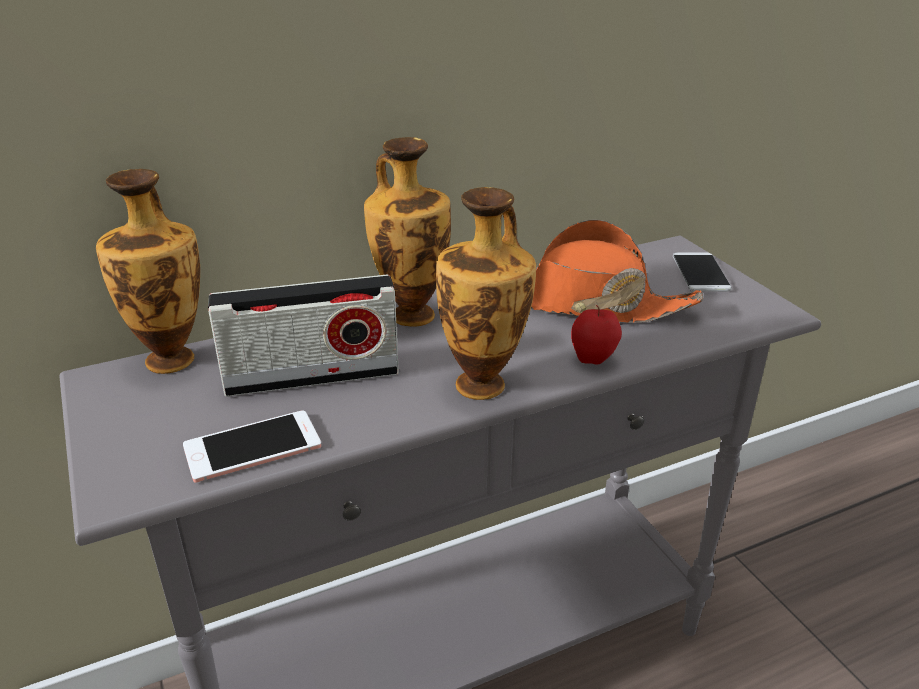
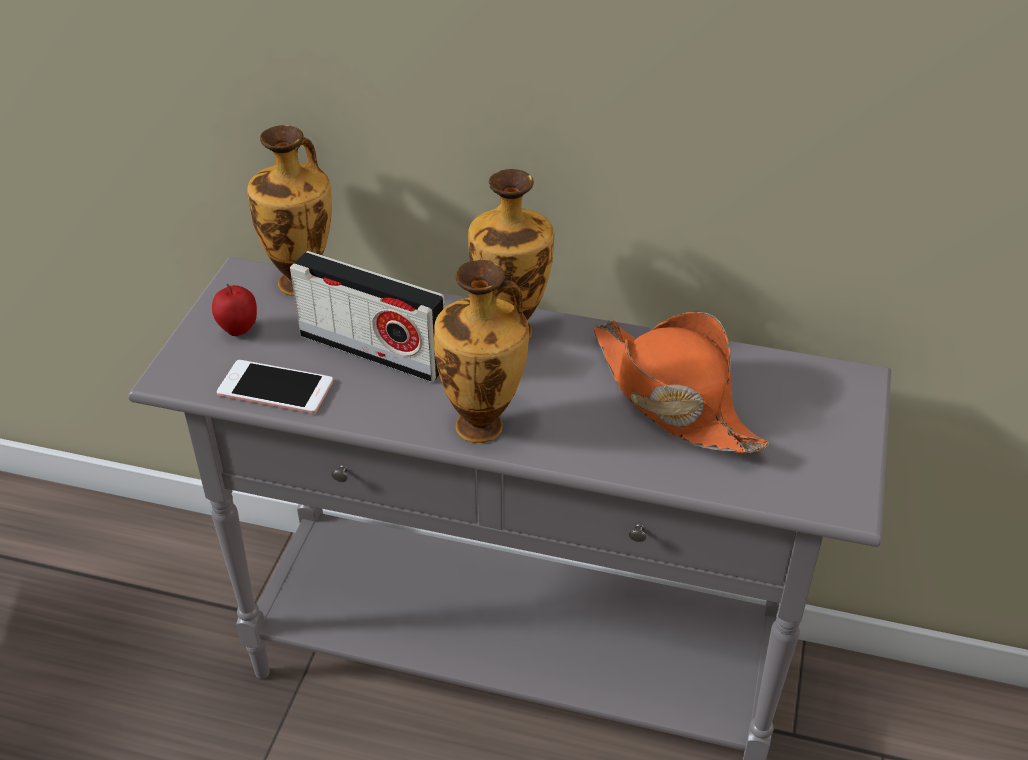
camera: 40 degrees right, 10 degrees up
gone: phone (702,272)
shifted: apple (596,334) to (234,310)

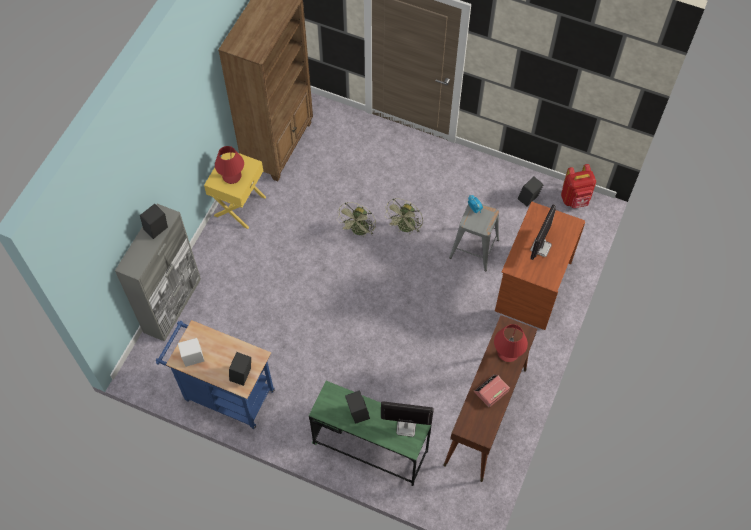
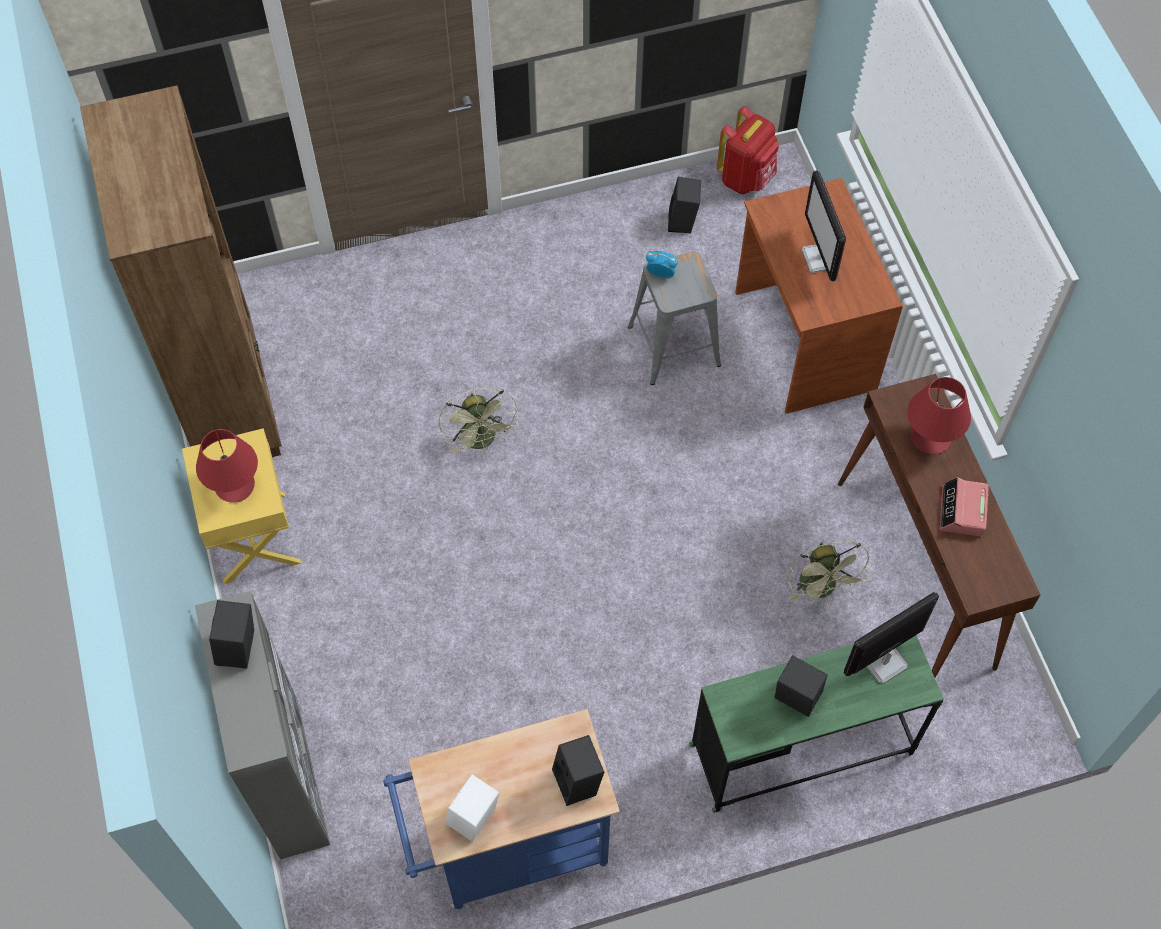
camera: 40 degrees left, 0 degrees up
shifted: green fan (403,216) to (829,572)

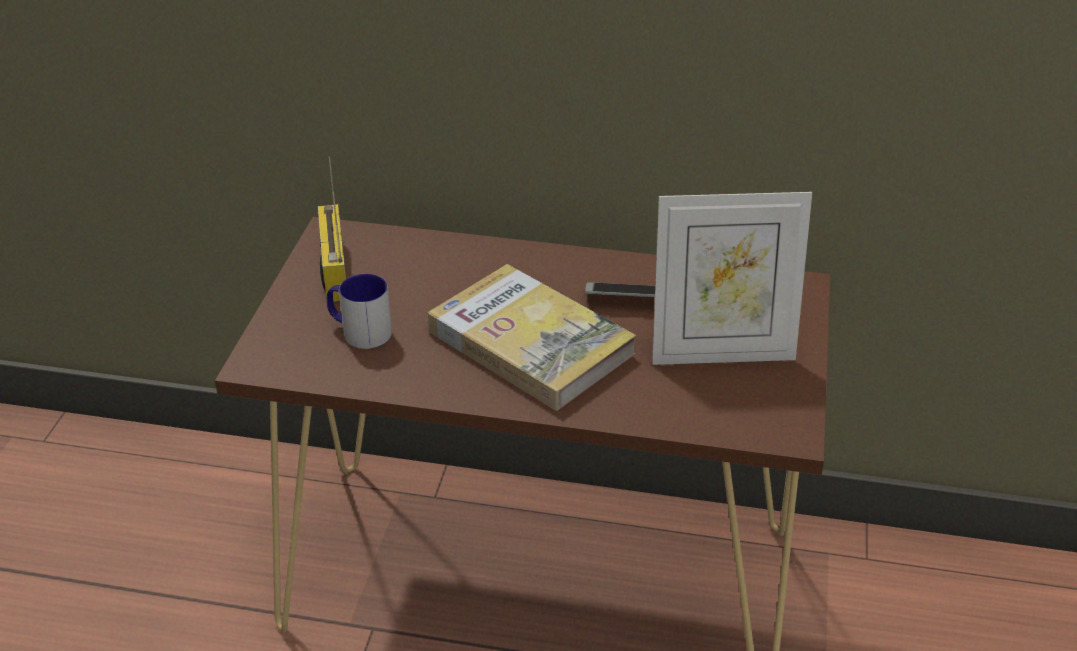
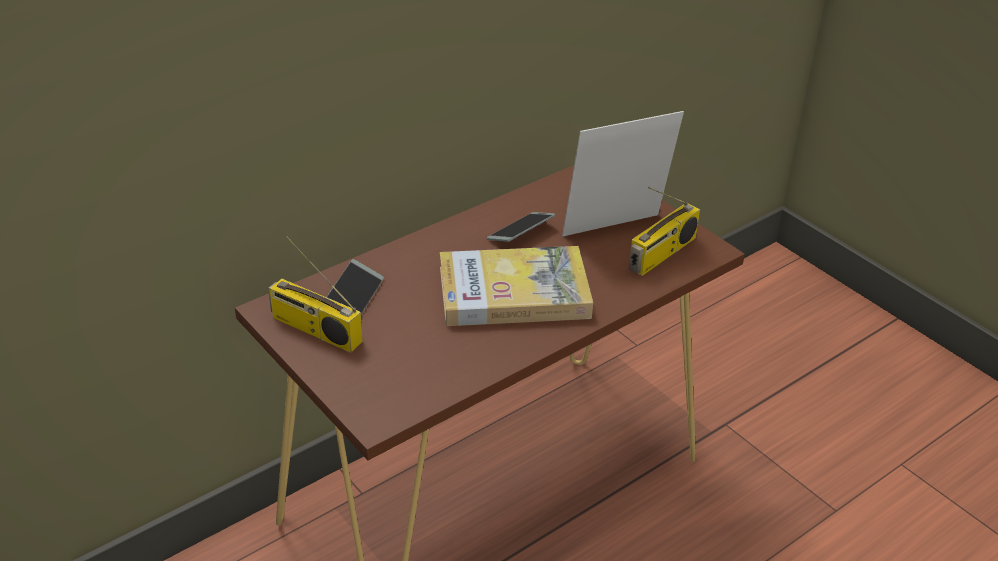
camera: 50 degrees left, 0 degrees up
gone: mug (359,311)
new: phone (355,286); radio (664,231)
rotated: picture frame (732,278) = (623,173) 150 degrees counterclockwise

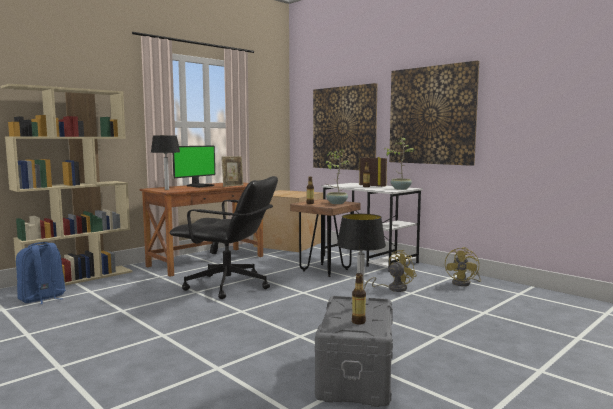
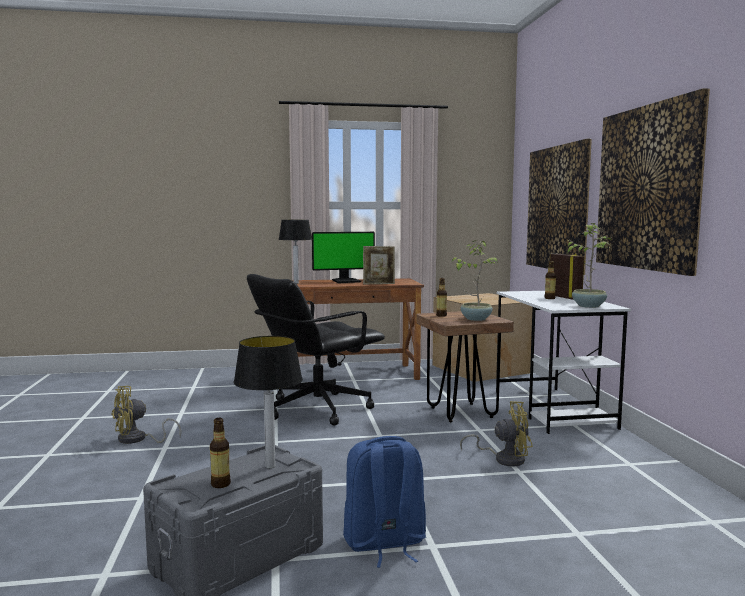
camera: 35 degrees right, 0 degrees up
gone: beige bookcase (66,184)
shifted: blue backpack (41,273) to (384,502); yellow fan (463,266) to (146,415)
rotated: black office chair (224,237) = (316,350) 90 degrees clockwise

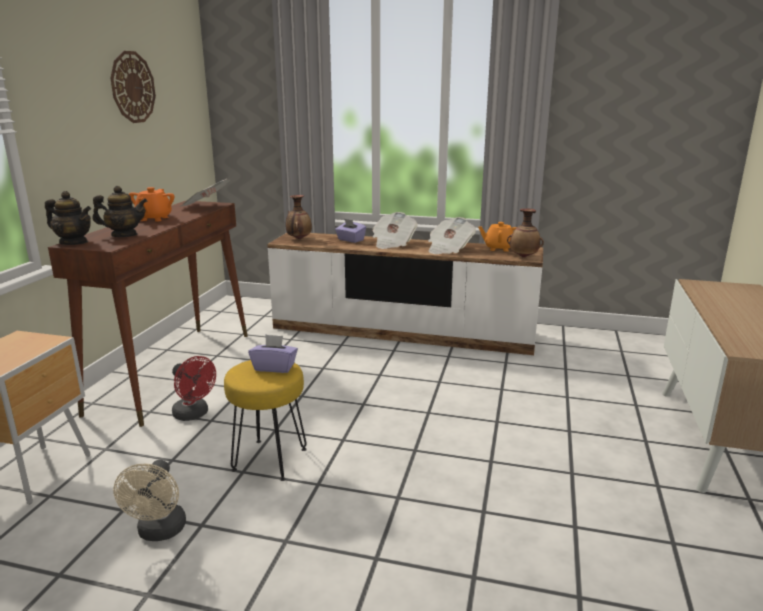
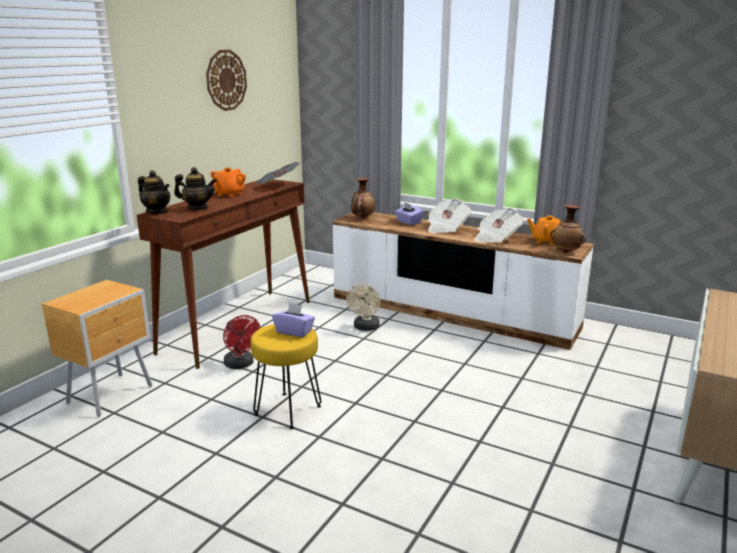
camera: 15 degrees right, 0 degrees up
shifted: beige fan (149,500) to (363,307)

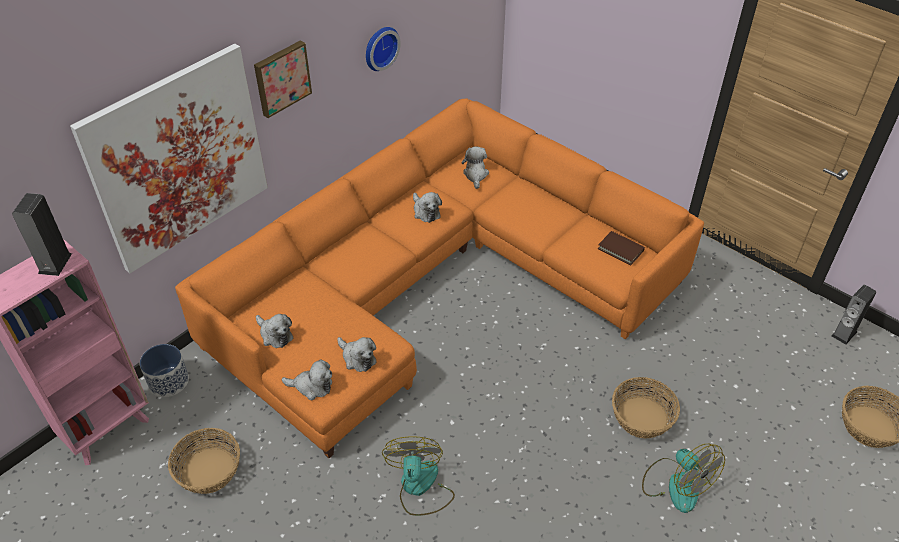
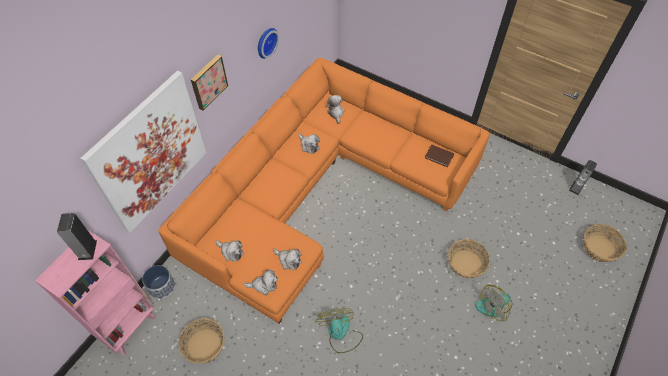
camera: 10 degrees left, 10 degrees up
rotated: fan (683,478) = (493,303) 105 degrees clockwise

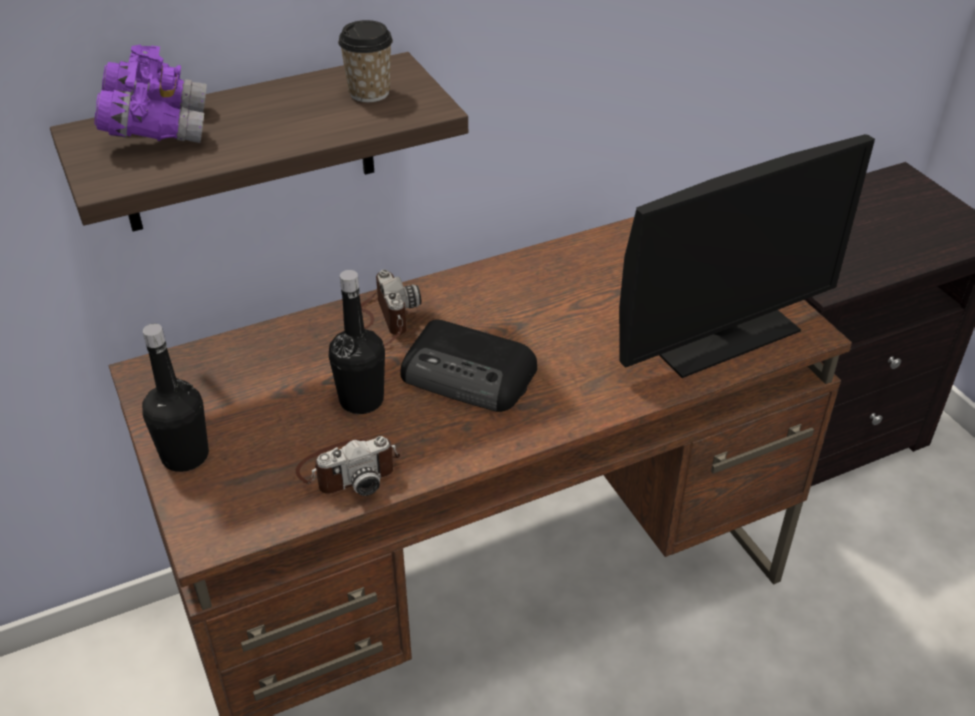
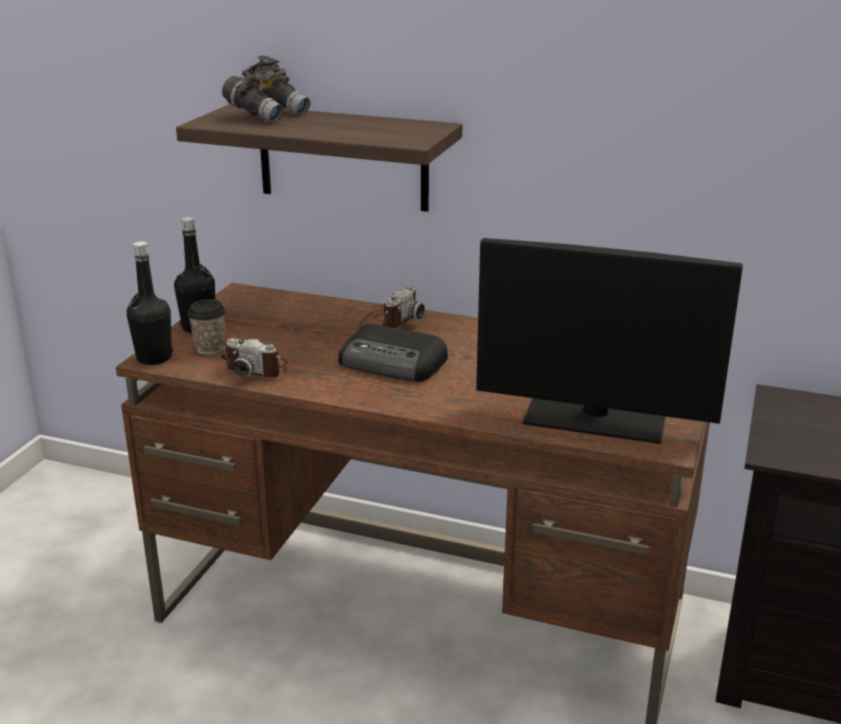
camera: 45 degrees right, 15 degrees down
shifted: black bottle (357,342) to (150,303); cup (365,61) to (206,327)
repainted: purple binoculars (150,93) to grey binoculars (266,89)
rotated: radio (469,365) = (393,352) 45 degrees counterclockwise

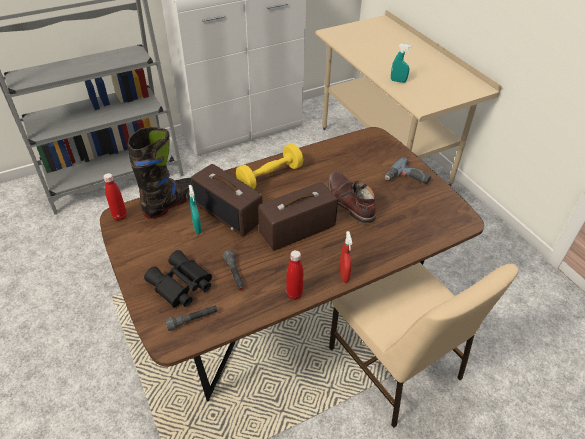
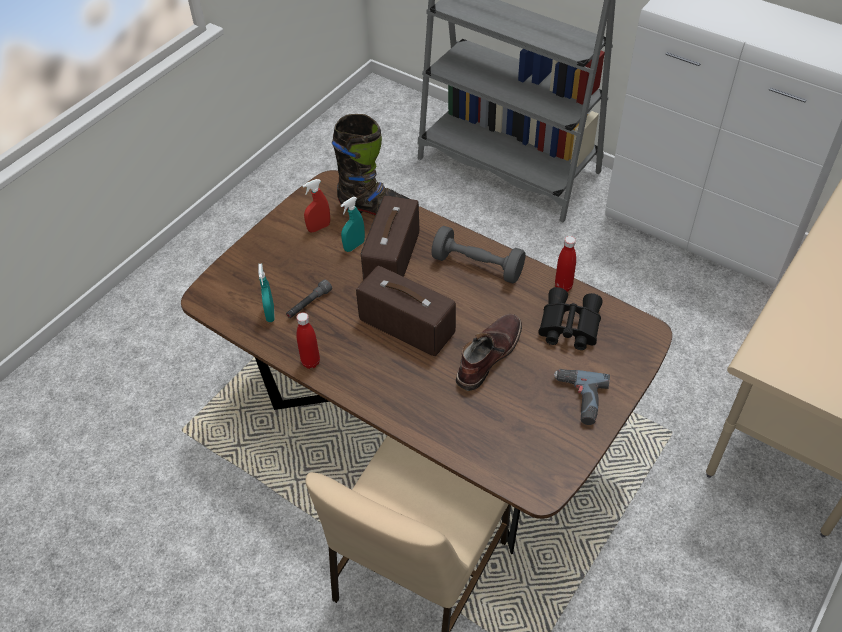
camera: 65 degrees right, 5 degrees up
gone: grey flashlight (191,318)
shifted: red bottle (115,197) to (565,264); black binoculars (178,279) to (570,318); red spray bottle (345,257) to (316,205); turquoise spray bottle (401,63) to (266,292)
repainted: yellow dumbbell (269,166) to grey dumbbell (478,255)

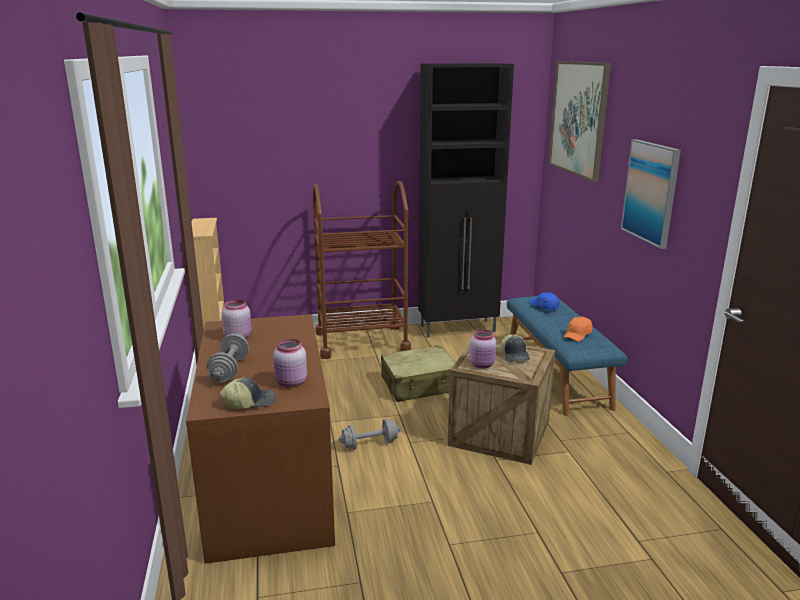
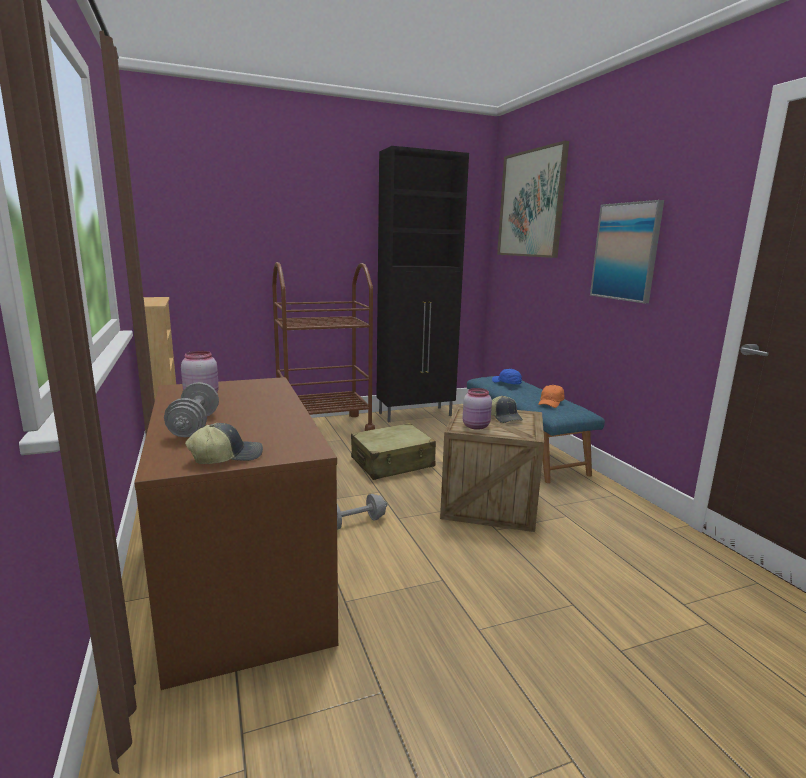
camera: 10 degrees left, 5 degrees down
gone: pink jar (290,363)

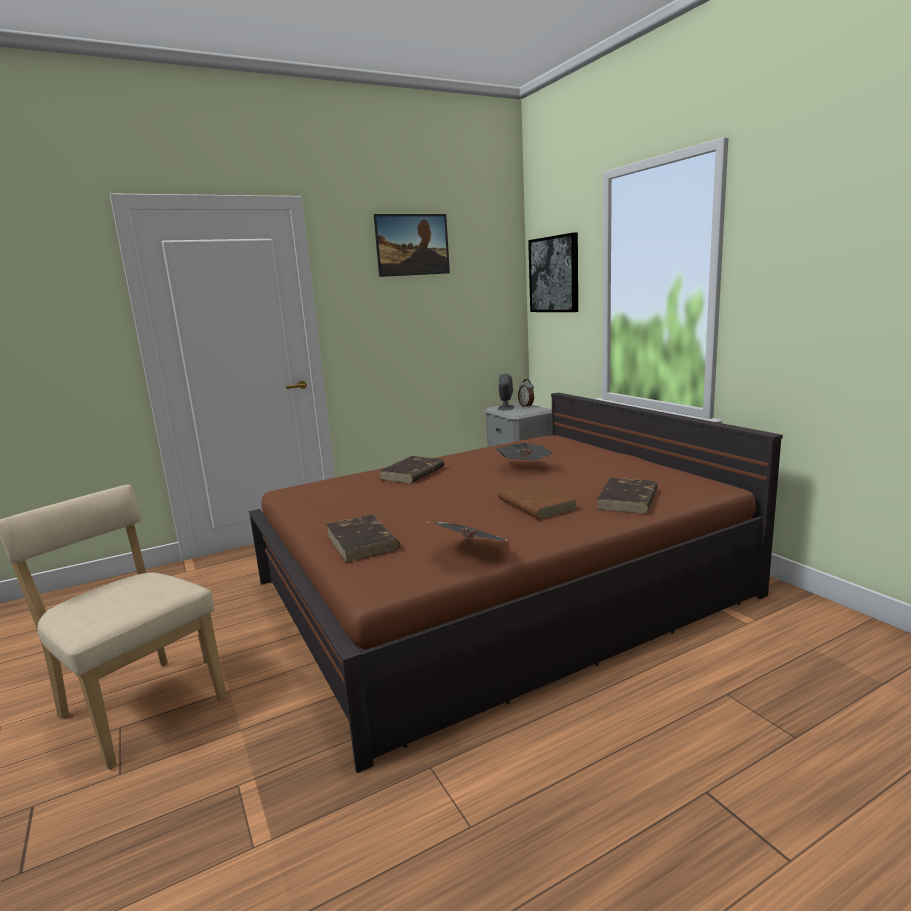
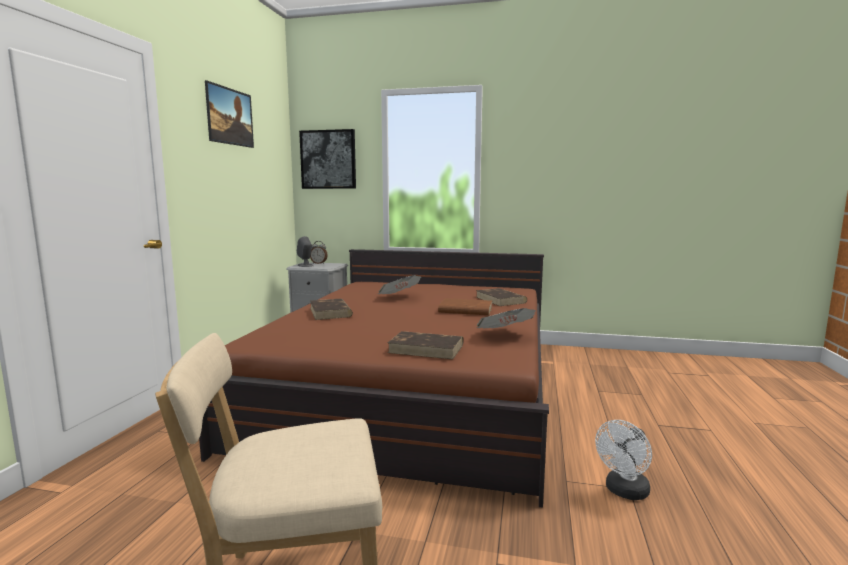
camera: 50 degrees left, 5 degrees down
new: white fan (623,460)

